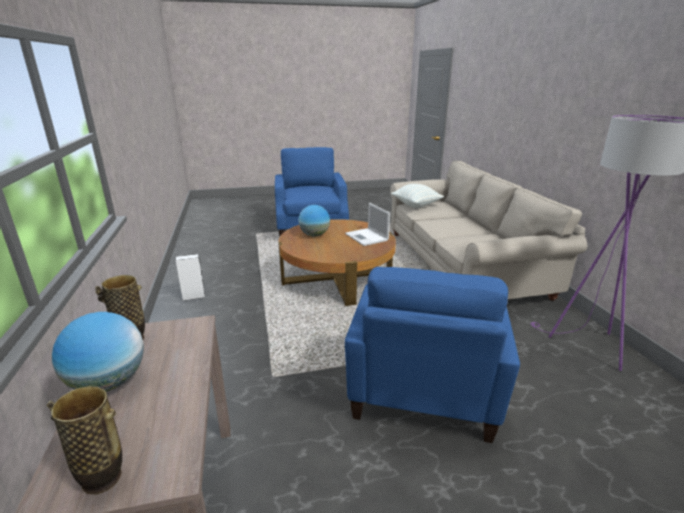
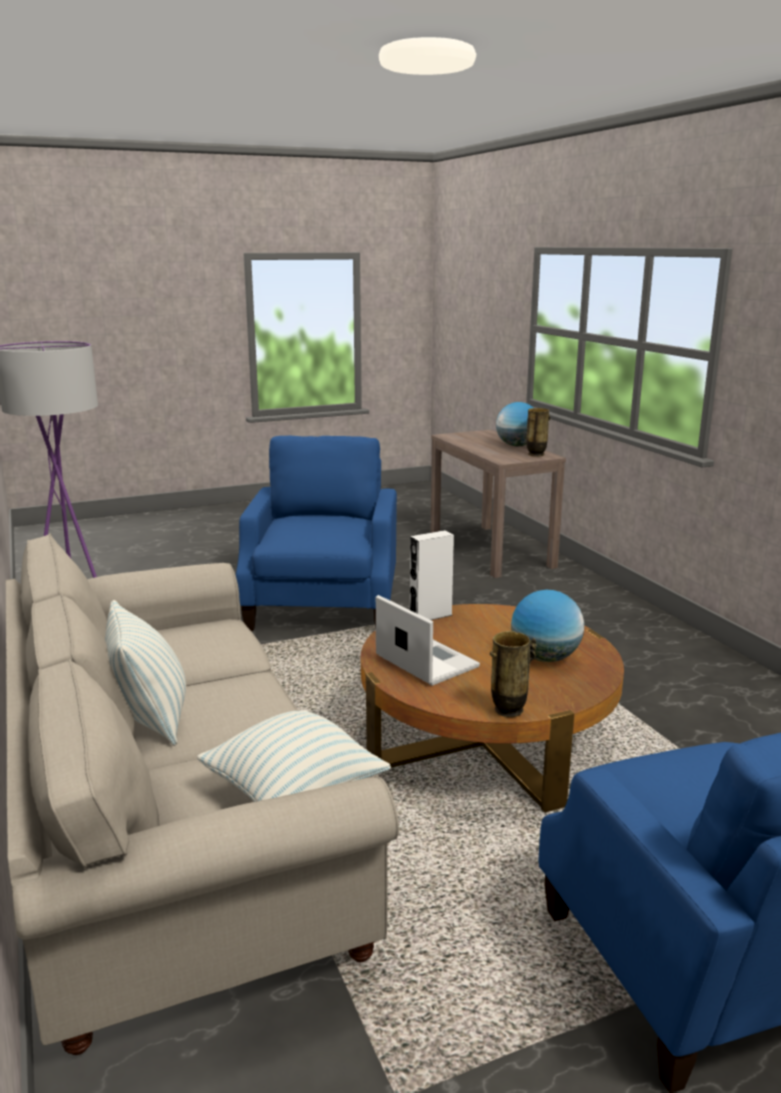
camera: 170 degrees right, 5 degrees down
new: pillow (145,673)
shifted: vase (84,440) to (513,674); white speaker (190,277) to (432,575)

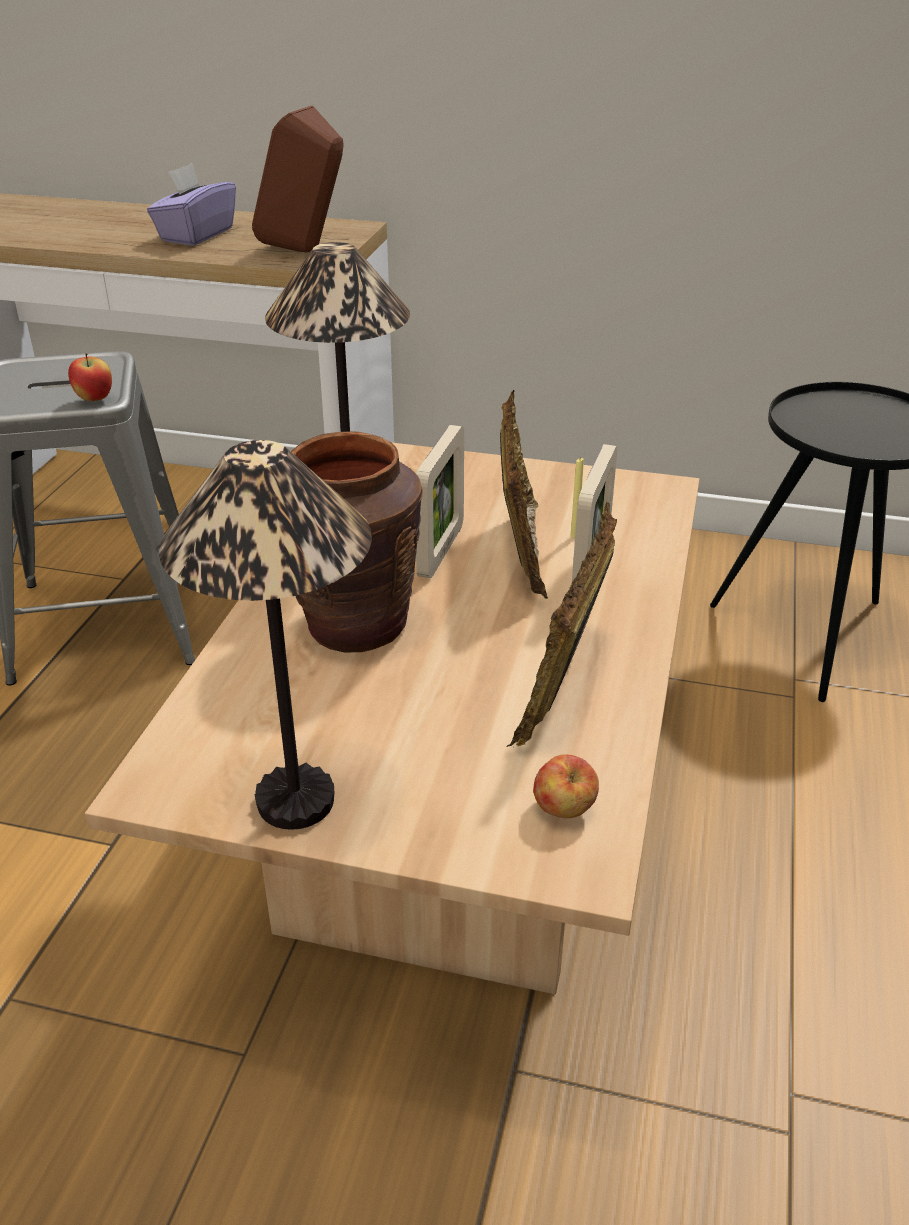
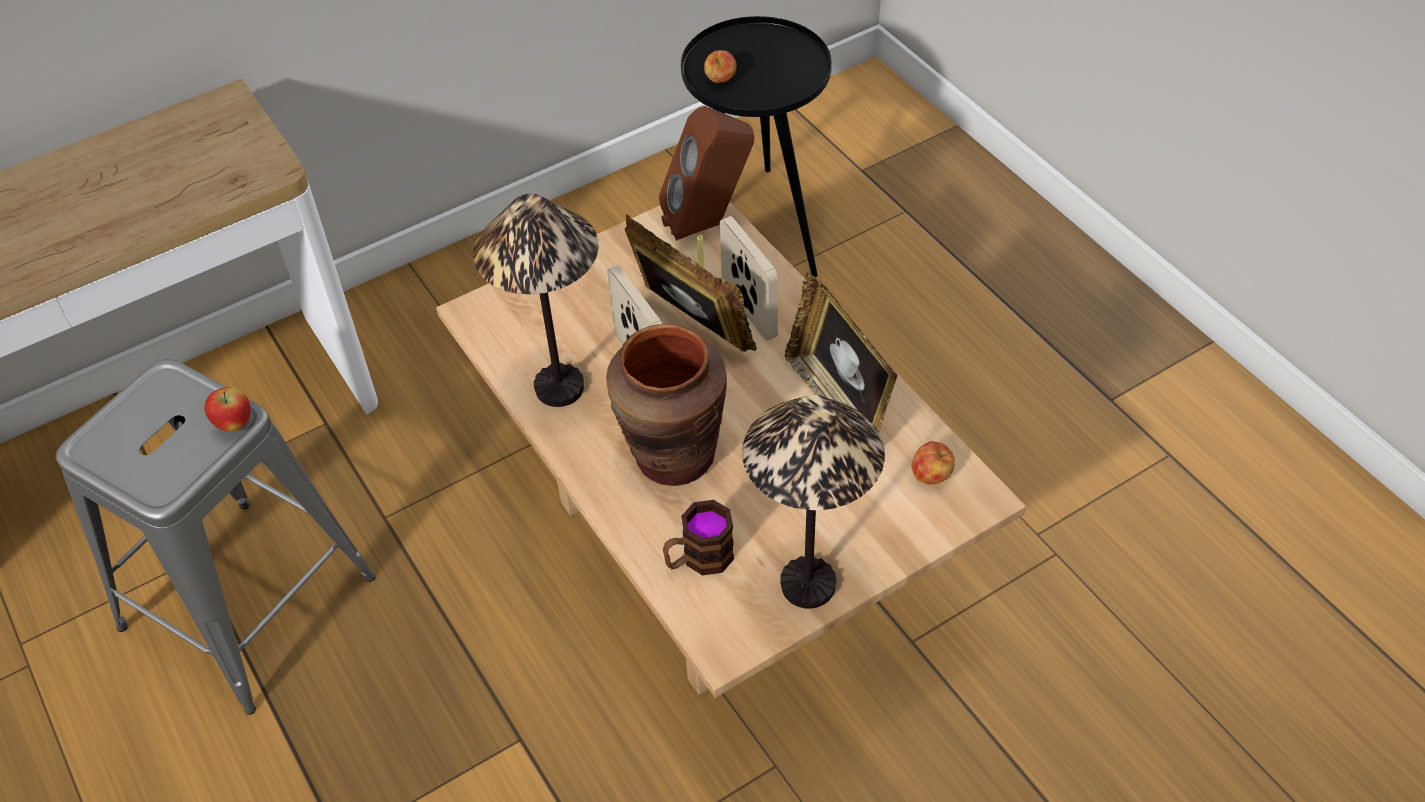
camera: 45 degrees left, 15 degrees up
gone: purple tissue box (191,204)
new: mug (698,537); apple (720,66)
shifted: brown speaker (298,178) to (706,173)

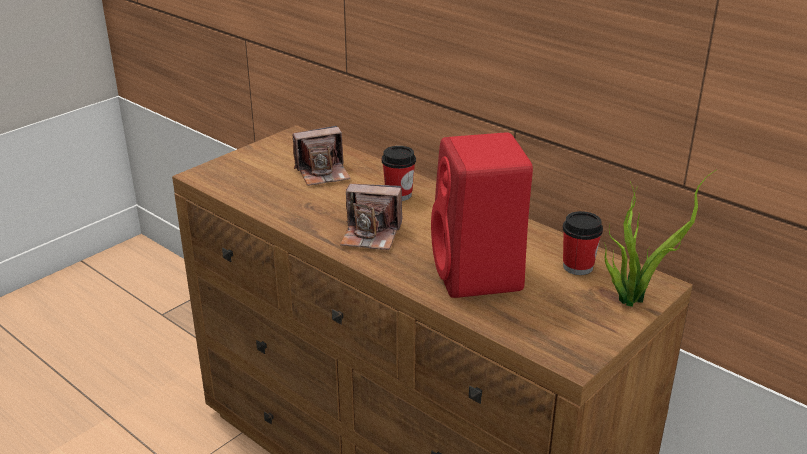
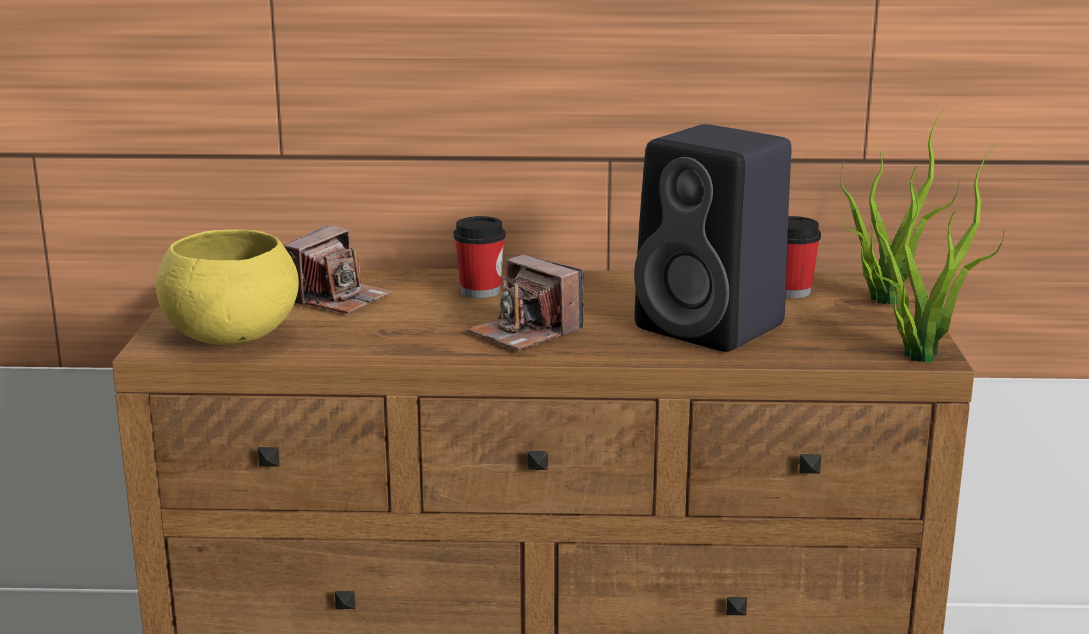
camera: 40 degrees left, 10 degrees down
new: yellow bowl (227,287); potted plant (939,253)
repainted: red speaker (482,215) to black speaker (713,238)
rotated: photo camera (371,217) = (525,302) 75 degrees clockwise

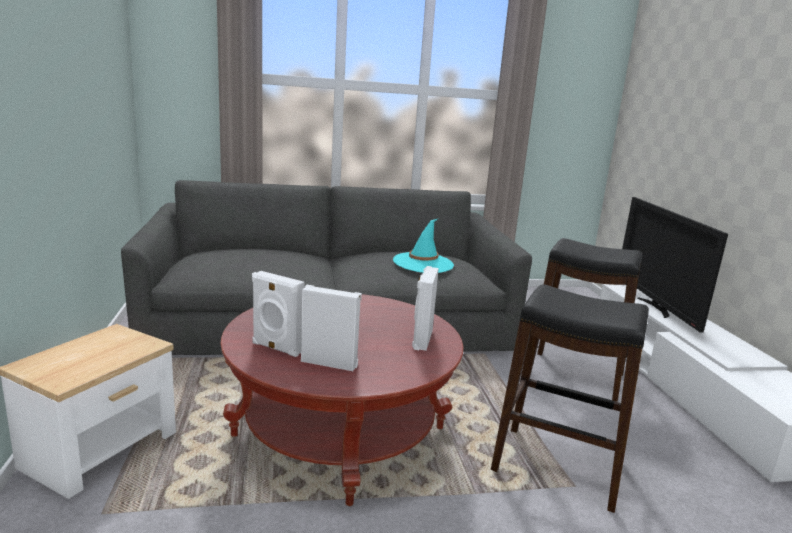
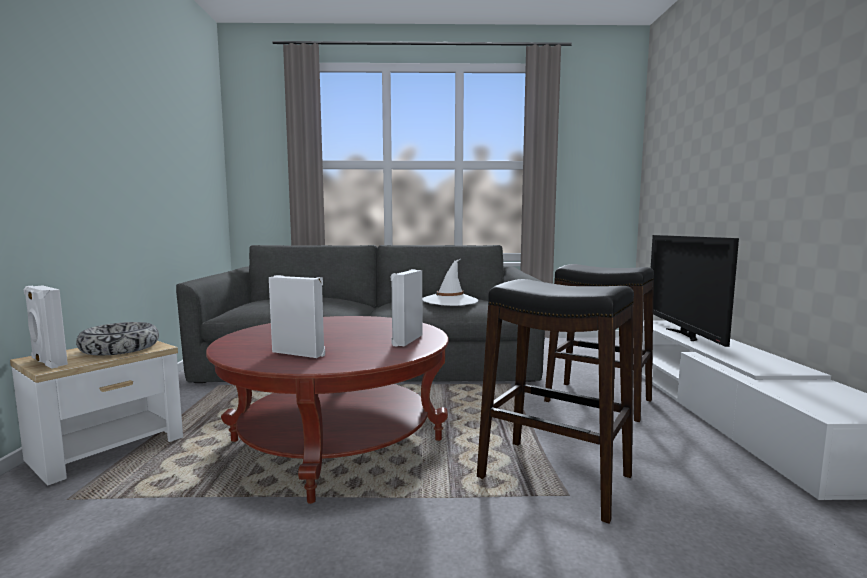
camera: 10 degrees right, 10 degrees down
new: bowl (117,338)
shifted: white speaker (278,314) to (46,327)
repainted: turquoise hat (423,246) to white hat (450,282)

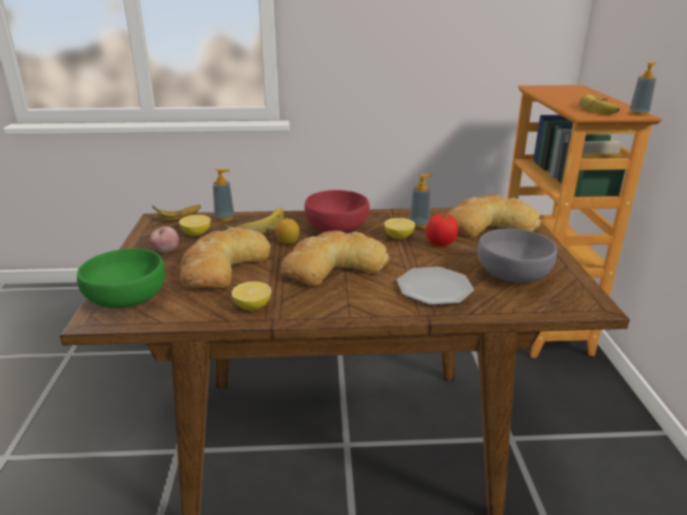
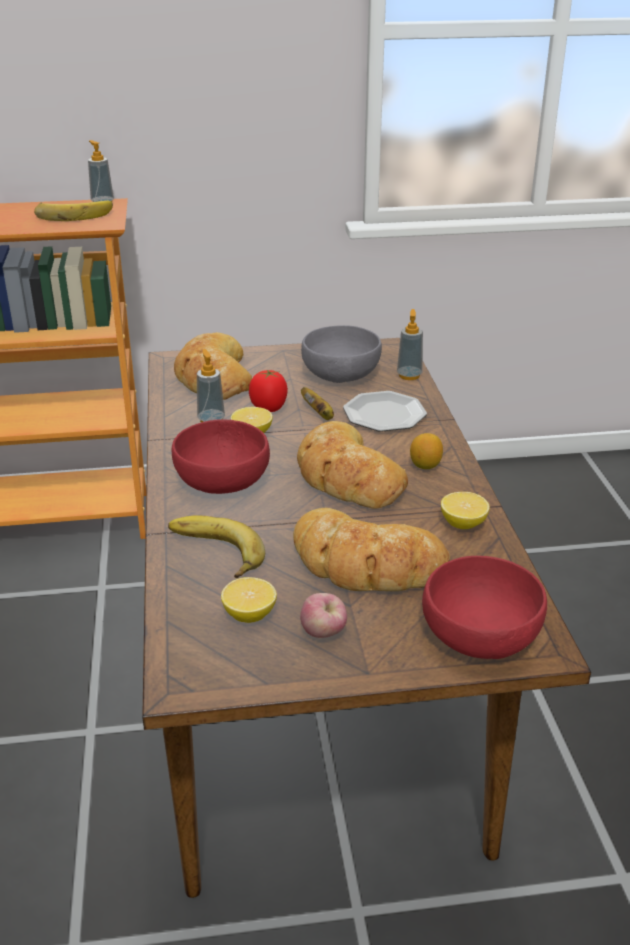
camera: 95 degrees left, 5 degrees up
shifted: banana (176,213) to (317,403); soap dispenser (223,195) to (410,344); lemon (288,231) to (426,451)
repainted: green bowl (121,278) to red bowl (484,607)

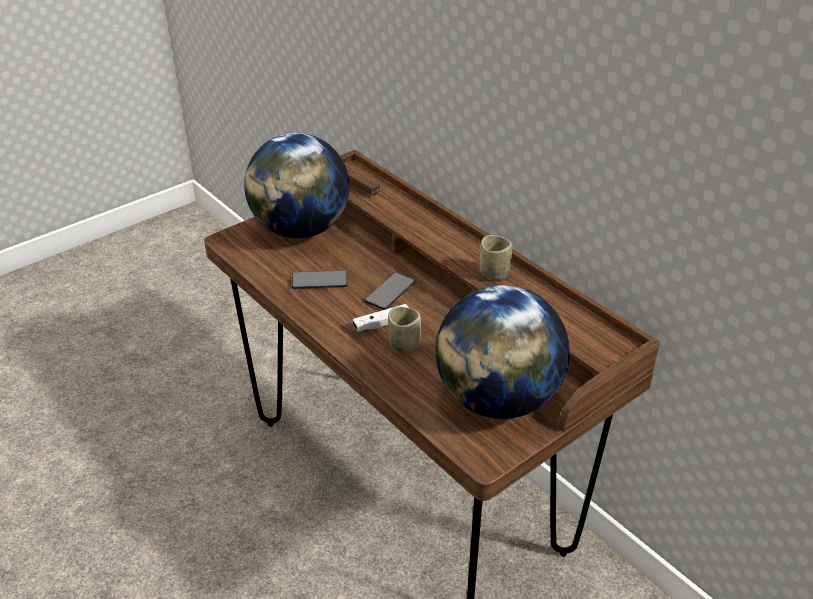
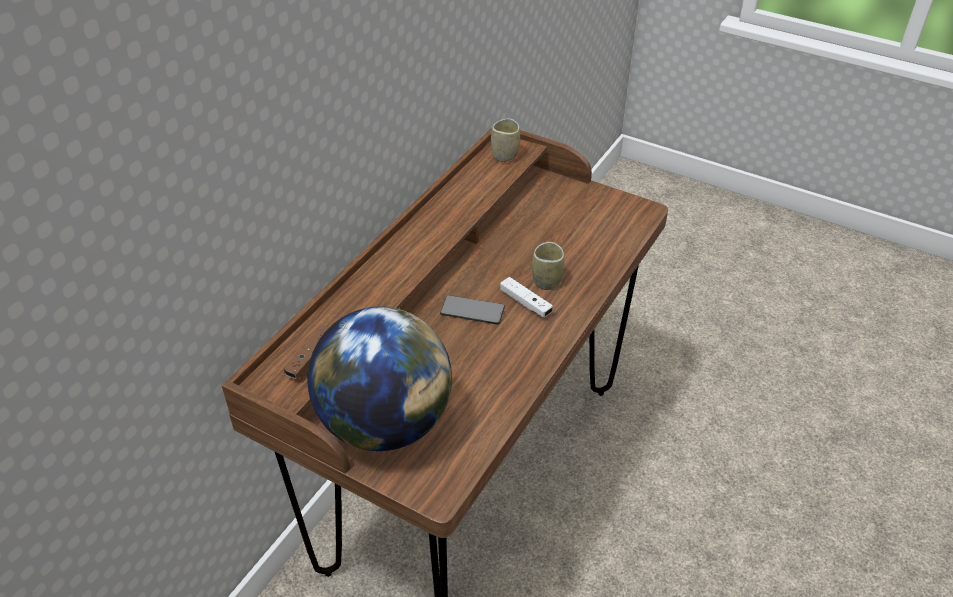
camera: 110 degrees left, 5 degrees up
gone: phone (319,279); globe (503,352)
shifted: cup (496,257) to (505,140)

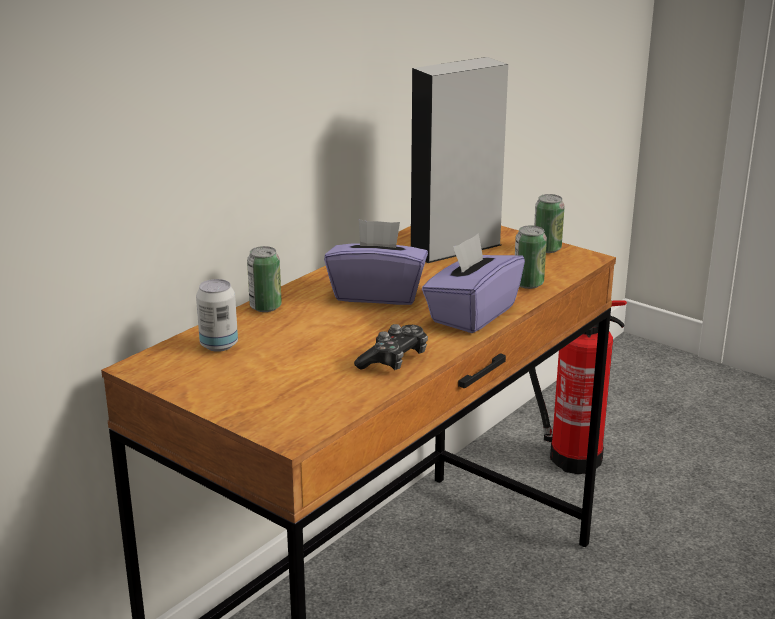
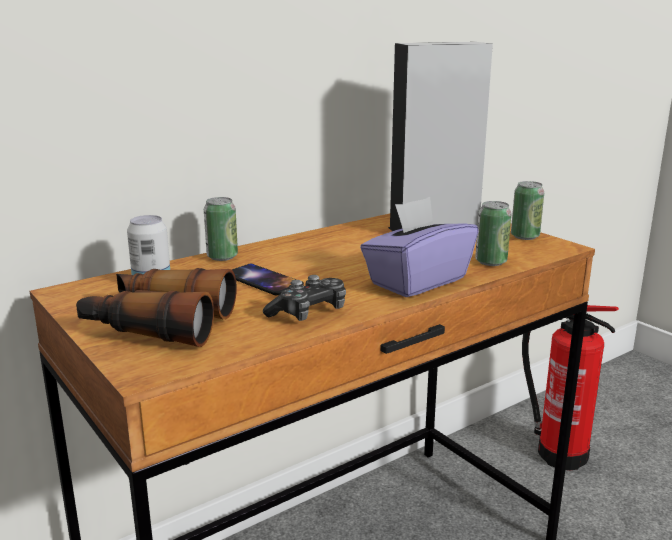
camera: 15 degrees right, 5 degrees down
gone: purple tissue box (376,262)
new: binoculars (156,307); phone (268,280)

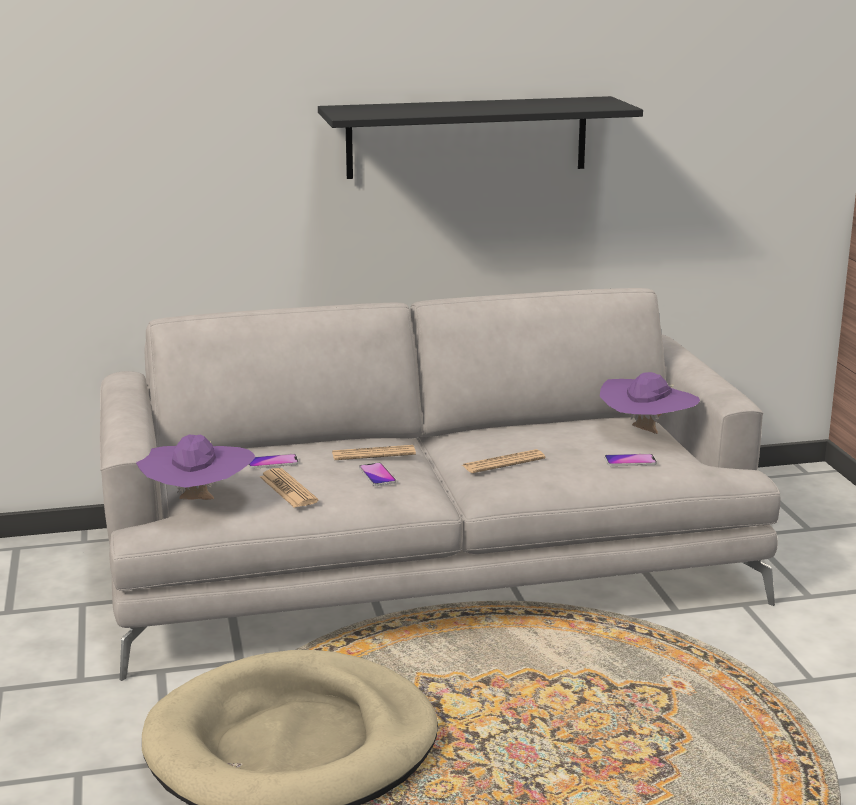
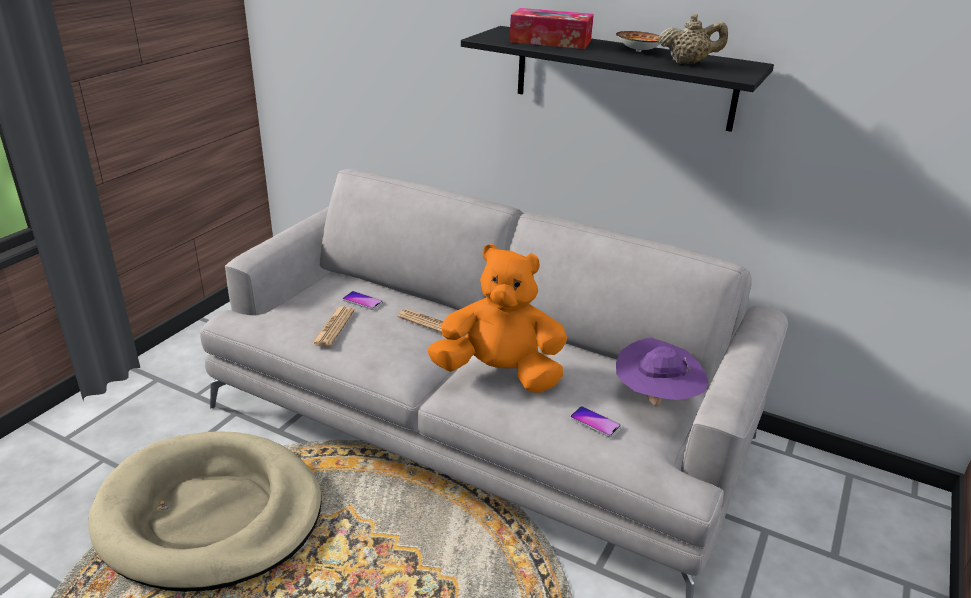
camera: 40 degrees right, 10 degrees up
gone: purple hat (195,467); phone (377,474)
new: tissue box (552,28); bowl (638,41); beige teapot (693,39)
swapped: newspaper (503,461) to orange plush toy (497,318)

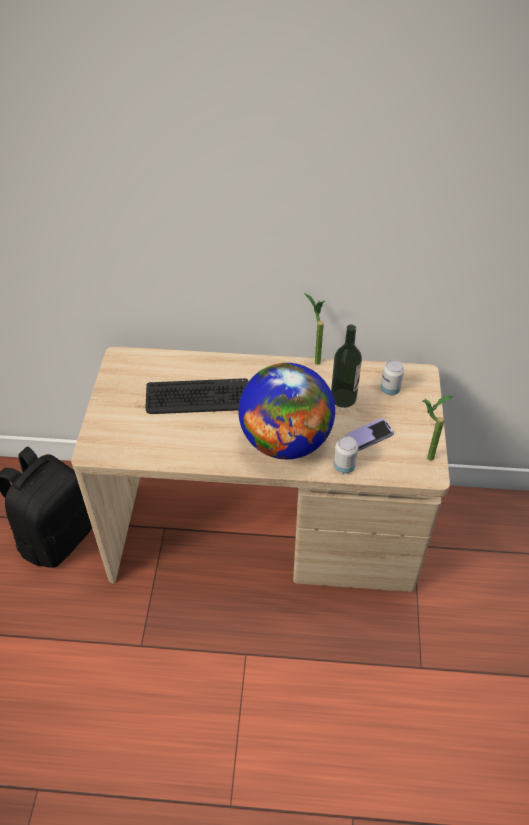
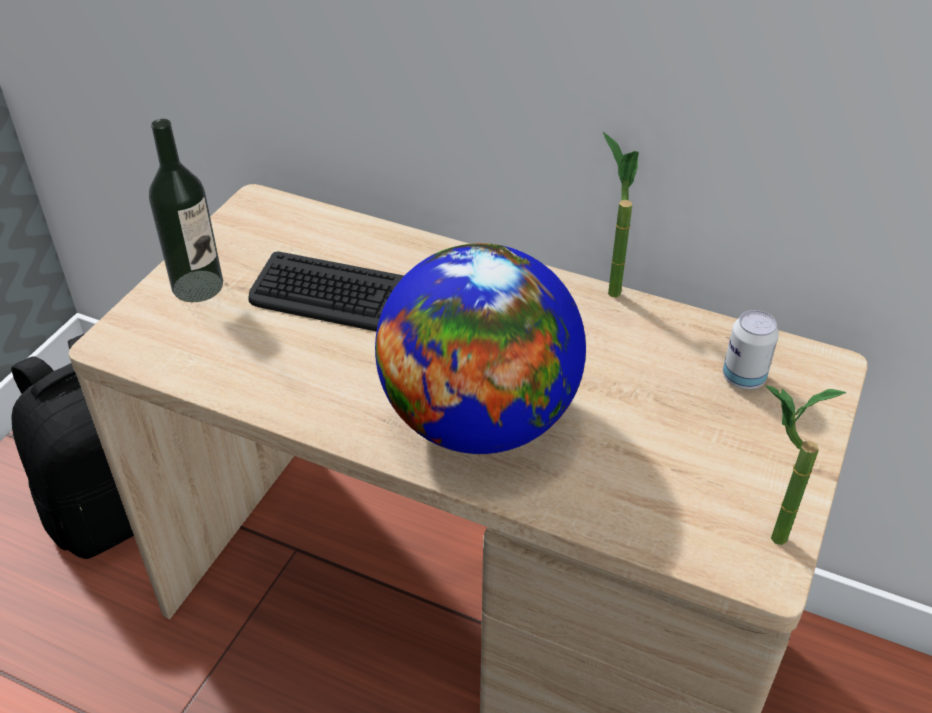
camera: 20 degrees right, 5 degrees down
gone: can (346,455); phone (370,434)
shifted: bottle (346,366) to (186,210)

